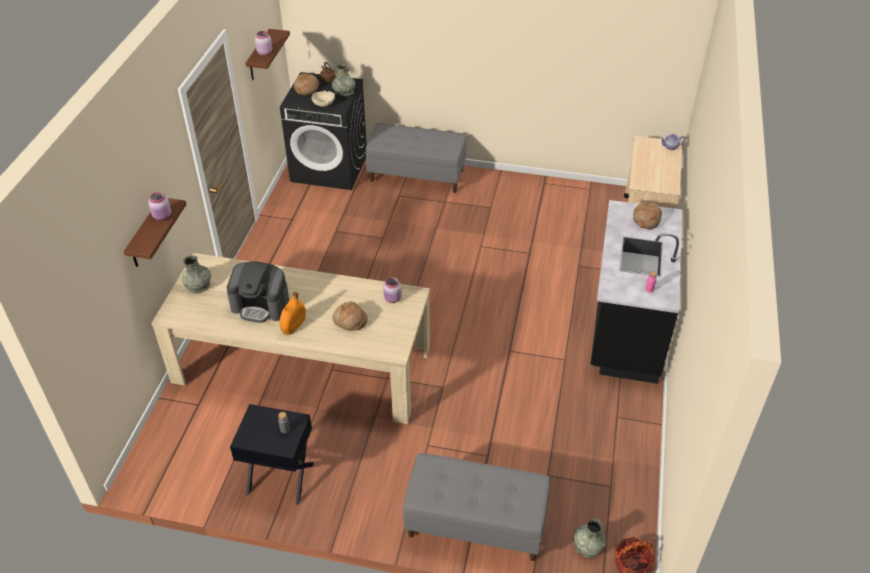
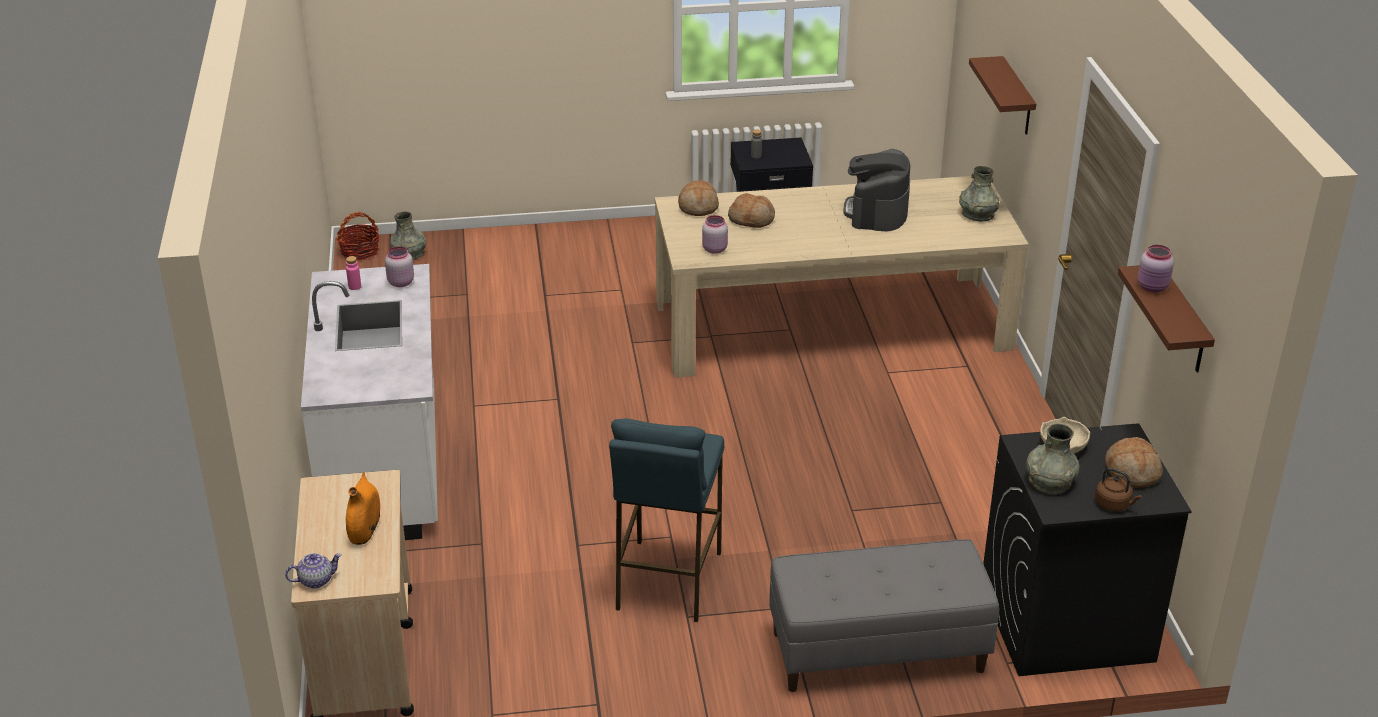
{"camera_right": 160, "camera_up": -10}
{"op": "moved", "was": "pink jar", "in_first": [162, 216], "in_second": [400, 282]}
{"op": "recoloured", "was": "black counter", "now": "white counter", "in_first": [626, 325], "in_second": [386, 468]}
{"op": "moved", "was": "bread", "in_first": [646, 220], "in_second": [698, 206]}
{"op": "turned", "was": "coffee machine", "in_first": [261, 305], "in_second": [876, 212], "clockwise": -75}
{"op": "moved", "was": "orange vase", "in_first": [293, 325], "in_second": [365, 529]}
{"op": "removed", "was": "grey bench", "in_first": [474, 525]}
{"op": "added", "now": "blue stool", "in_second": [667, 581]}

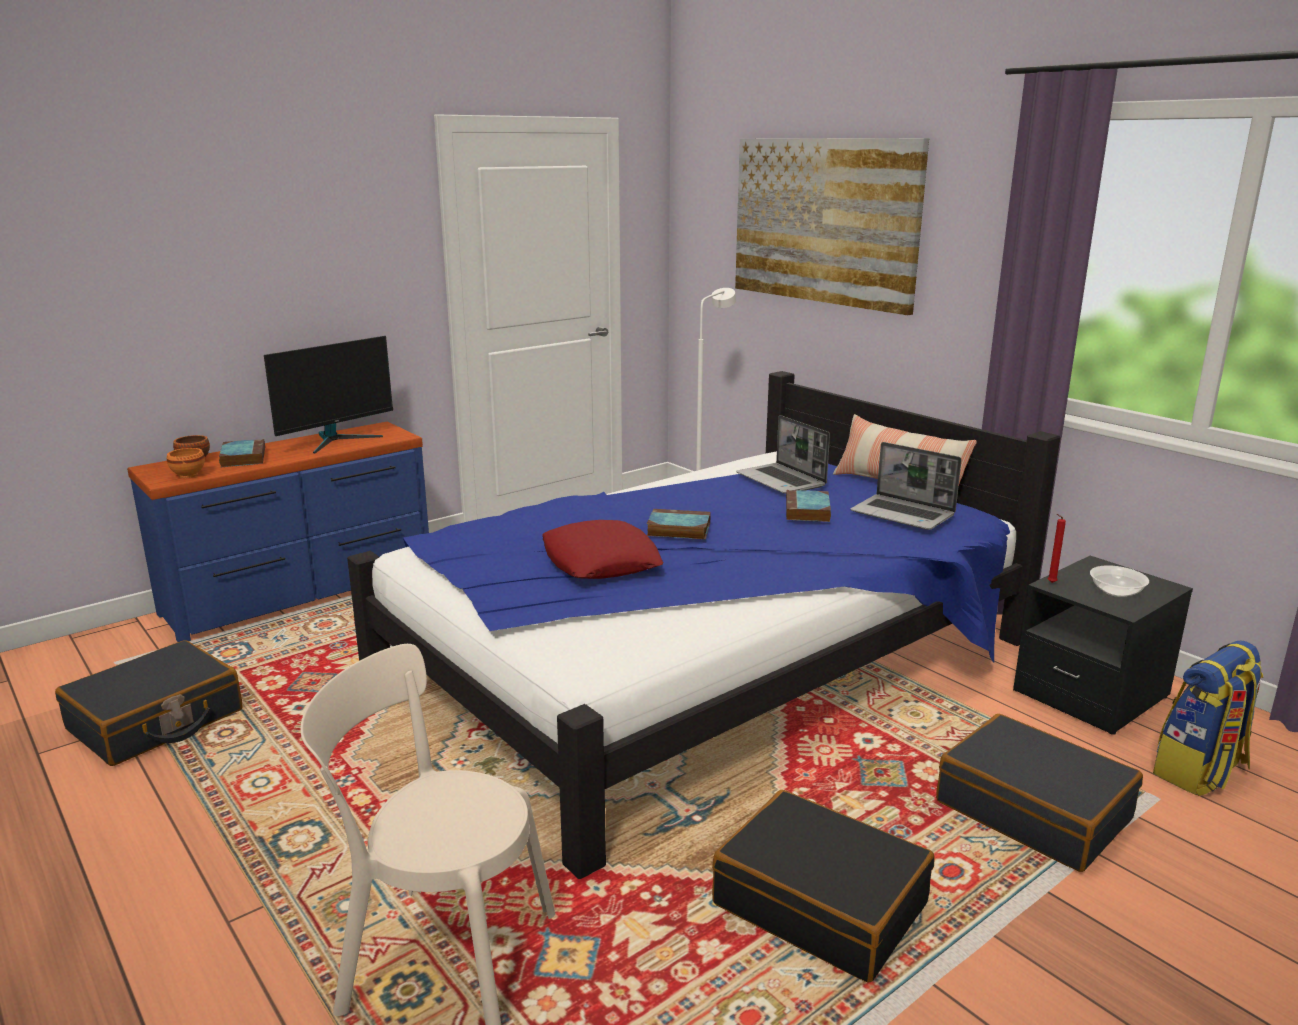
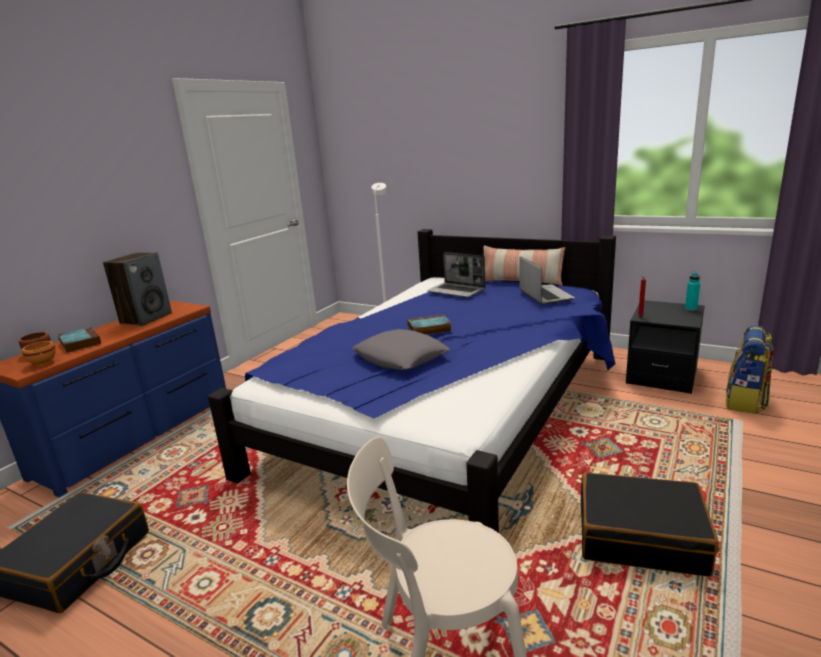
{"camera_right": -20, "camera_up": 0}
{"op": "removed", "was": "picture", "in_first": [824, 221]}
{"op": "replaced", "was": "monitor", "now": "speaker", "in_first": [337, 440], "in_second": [146, 318]}
{"op": "turned", "was": "laptop", "in_first": [904, 514], "in_second": [544, 295], "clockwise": -120}
{"op": "removed", "was": "book", "in_first": [808, 511]}
{"op": "recoloured", "was": "red pillow", "now": "grey pillow", "in_first": [601, 561], "in_second": [401, 357]}
{"op": "removed", "was": "bowl", "in_first": [1116, 592]}
{"op": "removed", "was": "black suitcase", "in_first": [1033, 810]}
{"op": "added", "now": "turquoise bottle", "in_second": [690, 309]}

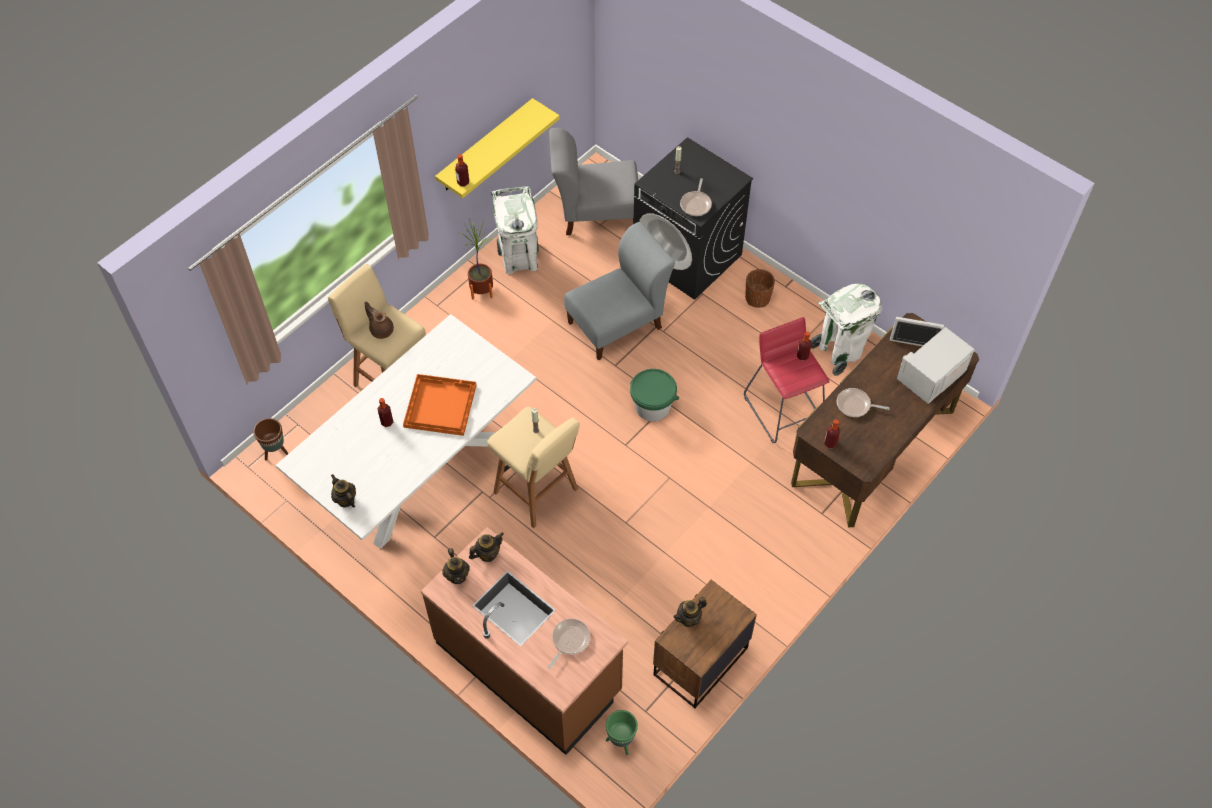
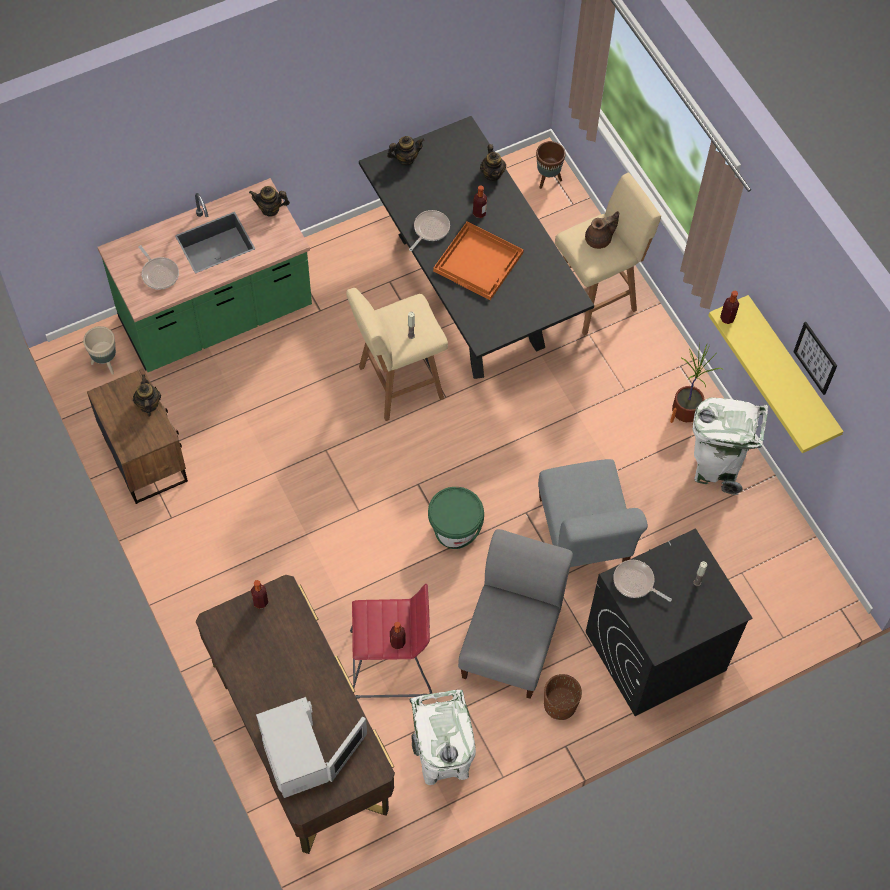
{"camera_right": 110, "camera_up": 5}
{"op": "moved", "was": "grey chair", "in_first": [595, 212], "in_second": [511, 640]}
{"op": "recoloured", "was": "white dining table", "now": "black dining table", "in_first": [420, 472], "in_second": [469, 290]}
{"op": "moved", "was": "frying pan", "in_first": [855, 405], "in_second": [430, 229]}
{"op": "recoloured", "was": "brown counter", "now": "green counter", "in_first": [529, 666], "in_second": [216, 316]}
{"op": "moved", "was": "teapot", "in_first": [487, 554], "in_second": [492, 174]}
{"op": "recoloured", "was": "green planter", "now": "beige planter", "in_first": [621, 741], "in_second": [105, 363]}
{"op": "added", "now": "picture", "in_second": [815, 358]}

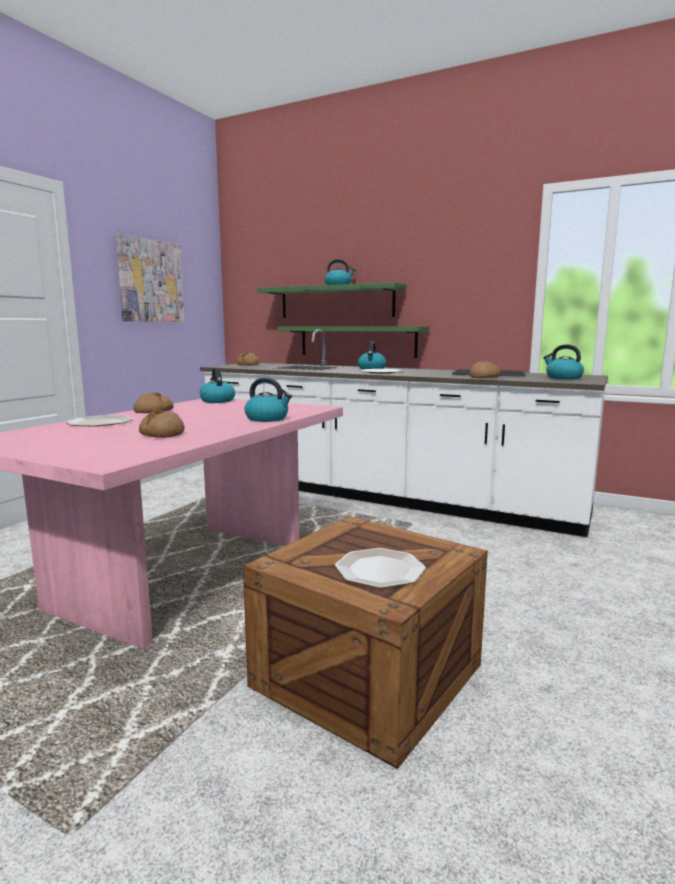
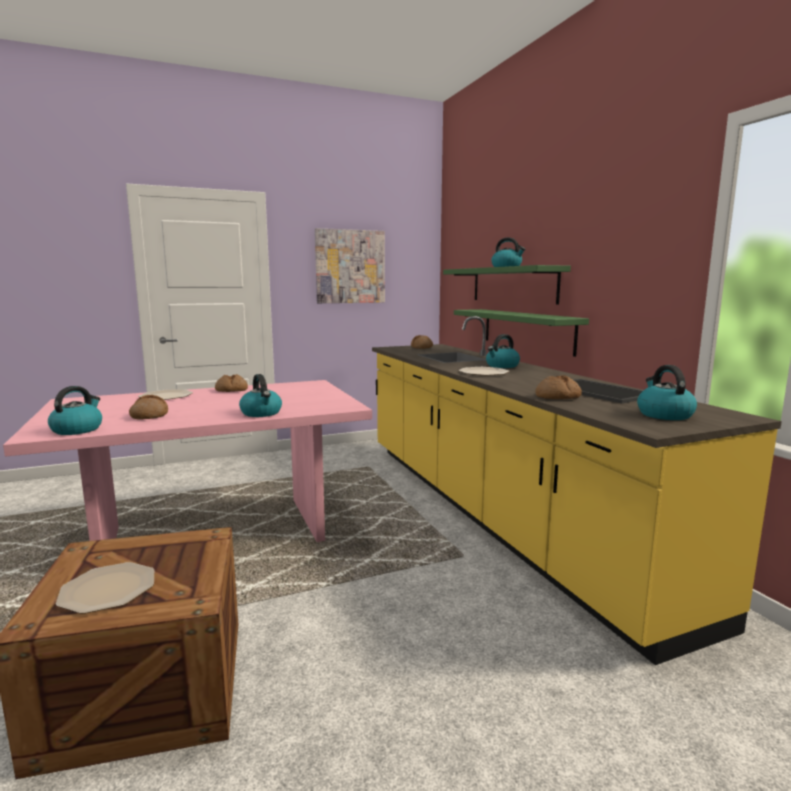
{"camera_right": 40, "camera_up": 0}
{"op": "recoloured", "was": "white counter", "now": "yellow counter", "in_first": [382, 495], "in_second": [496, 513]}
{"op": "moved", "was": "kettle", "in_first": [217, 401], "in_second": [77, 429]}

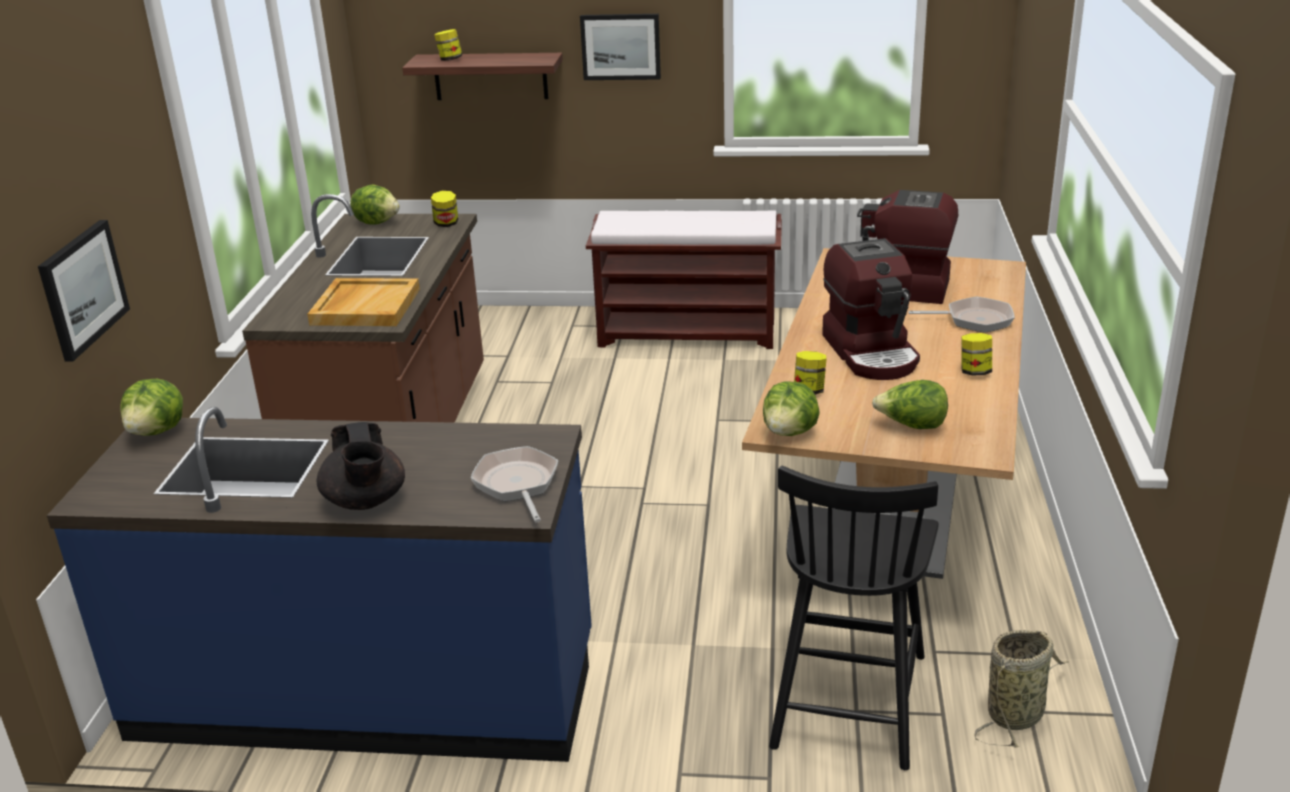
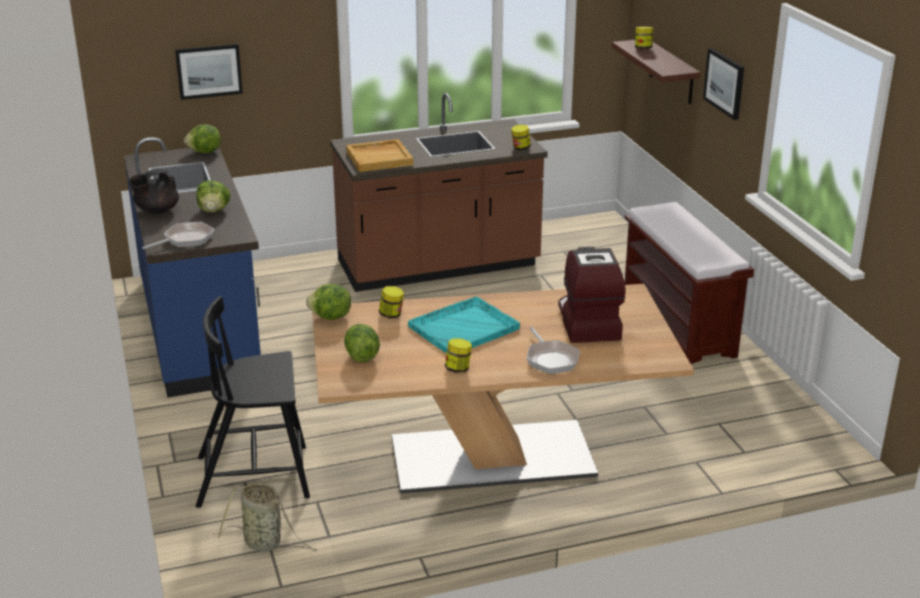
{"camera_right": 65, "camera_up": 0}
{"op": "moved", "was": "lettuce", "in_first": [377, 222], "in_second": [214, 210]}
{"op": "replaced", "was": "coffee machine", "now": "turquoise tray", "in_first": [872, 352], "in_second": [465, 327]}

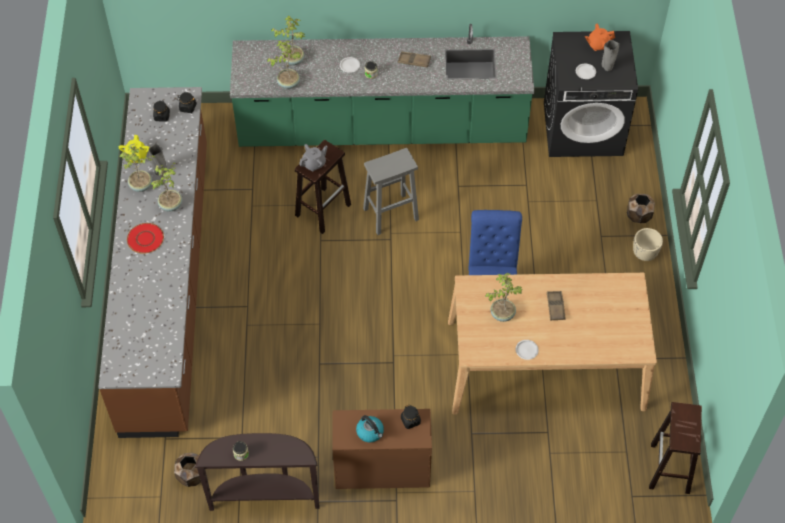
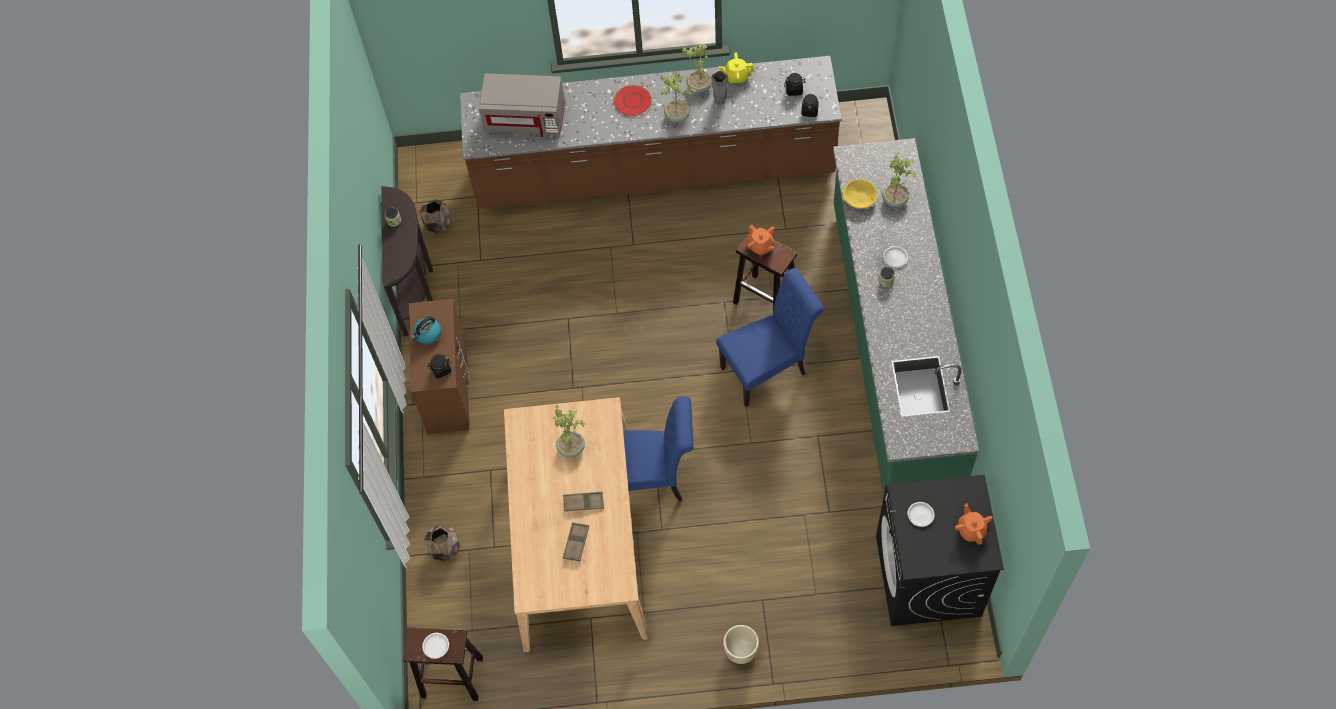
{"camera_right": 90, "camera_up": 5}
{"op": "removed", "was": "grey vase", "in_first": [607, 67]}
{"op": "replaced", "was": "potted plant", "now": "yellow bowl", "in_first": [288, 83], "in_second": [859, 199]}
{"op": "moved", "was": "brown tray", "in_first": [414, 61], "in_second": [576, 543]}
{"op": "recoloured", "was": "grey teapot", "now": "orange teapot", "in_first": [314, 164], "in_second": [760, 246]}
{"op": "replaced", "was": "grey stool", "now": "blue chair", "in_first": [391, 214], "in_second": [768, 369]}
{"op": "moved", "was": "brown planter", "in_first": [638, 216], "in_second": [444, 548]}
{"op": "moved", "was": "white plate", "in_first": [527, 350], "in_second": [436, 646]}
{"op": "added", "now": "grey microwave", "in_second": [525, 118]}

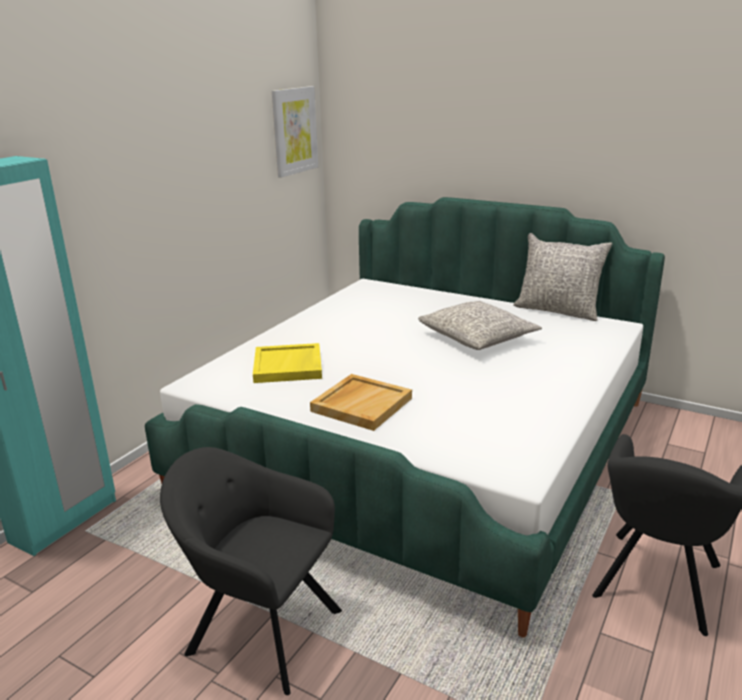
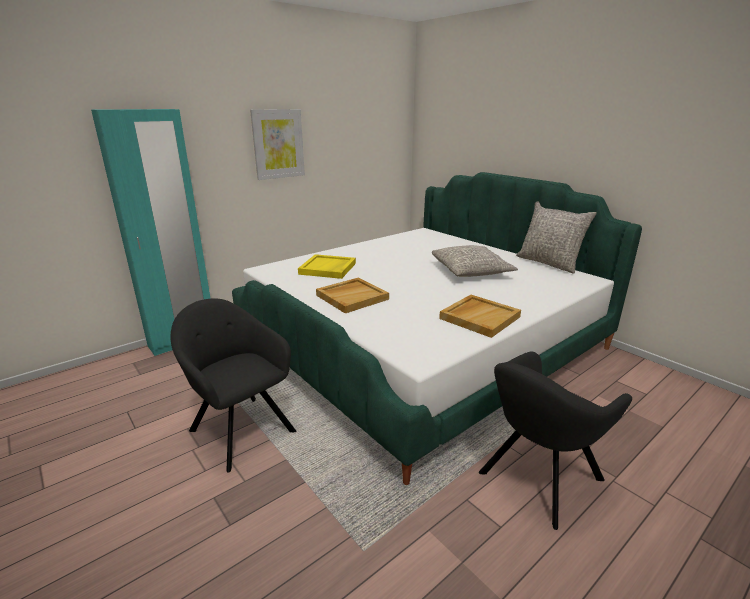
{"camera_right": 20, "camera_up": 0}
{"op": "moved", "was": "picture", "in_first": [294, 131], "in_second": [278, 144]}
{"op": "added", "now": "beige tray", "in_second": [479, 317]}

